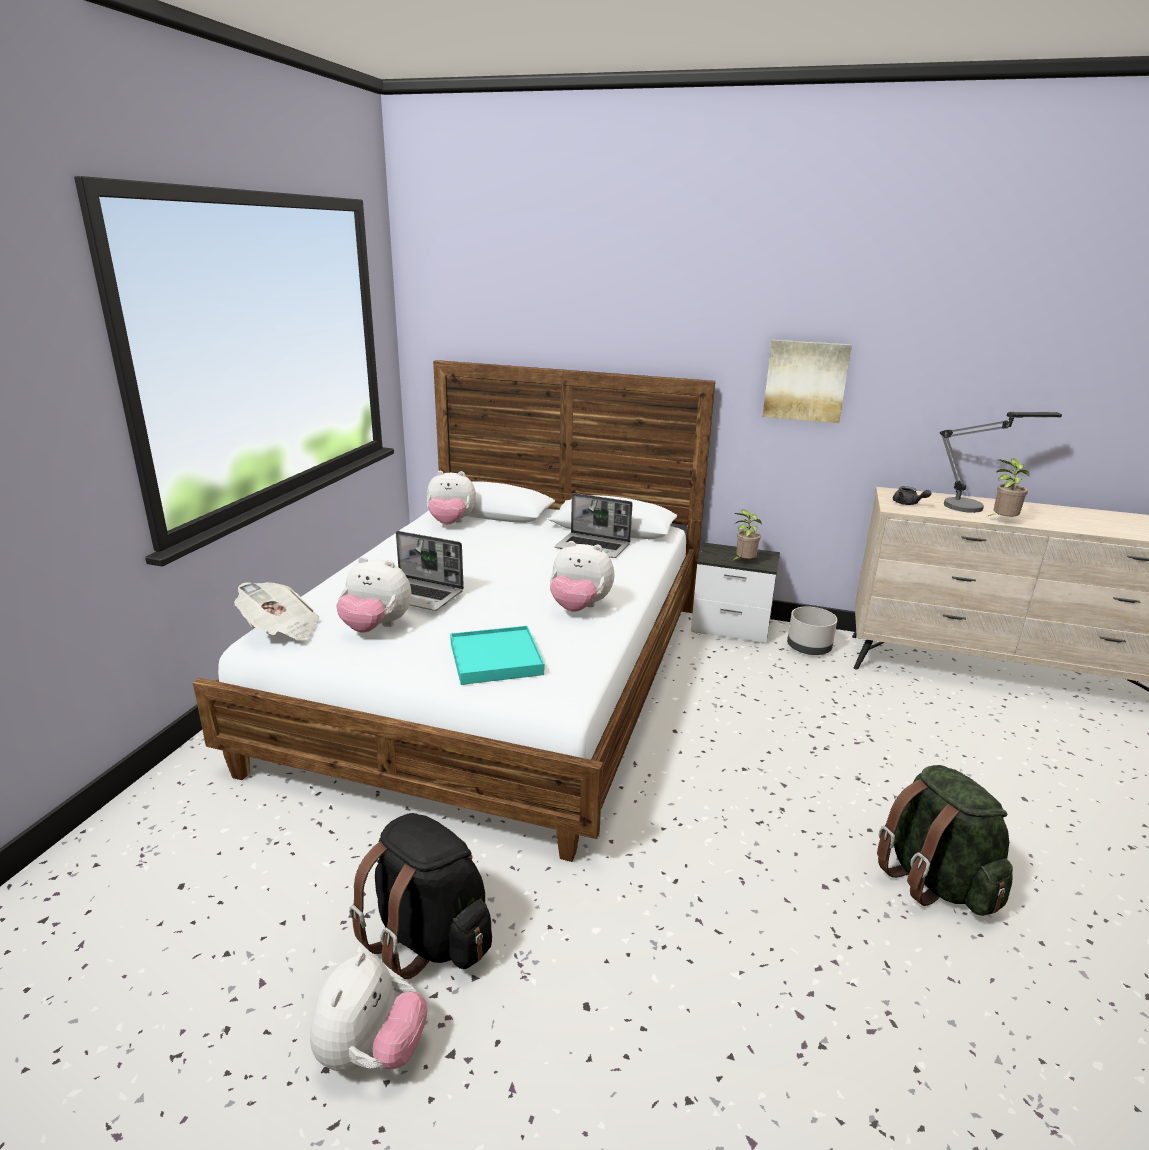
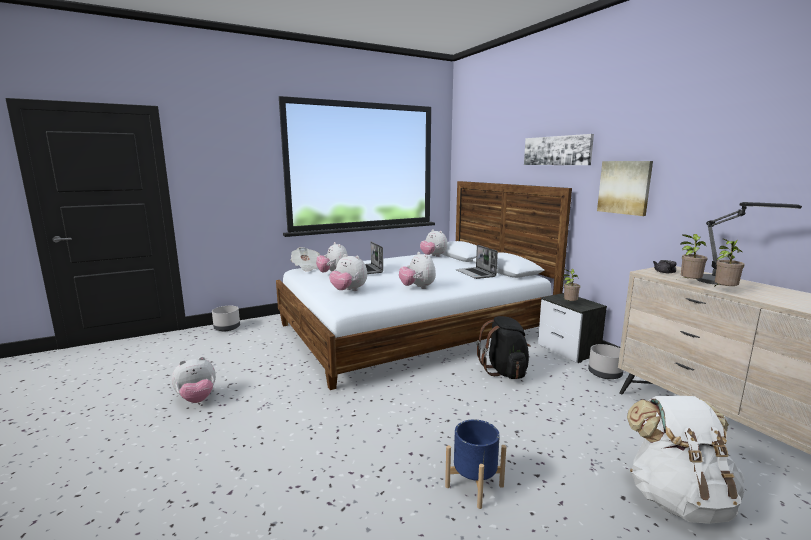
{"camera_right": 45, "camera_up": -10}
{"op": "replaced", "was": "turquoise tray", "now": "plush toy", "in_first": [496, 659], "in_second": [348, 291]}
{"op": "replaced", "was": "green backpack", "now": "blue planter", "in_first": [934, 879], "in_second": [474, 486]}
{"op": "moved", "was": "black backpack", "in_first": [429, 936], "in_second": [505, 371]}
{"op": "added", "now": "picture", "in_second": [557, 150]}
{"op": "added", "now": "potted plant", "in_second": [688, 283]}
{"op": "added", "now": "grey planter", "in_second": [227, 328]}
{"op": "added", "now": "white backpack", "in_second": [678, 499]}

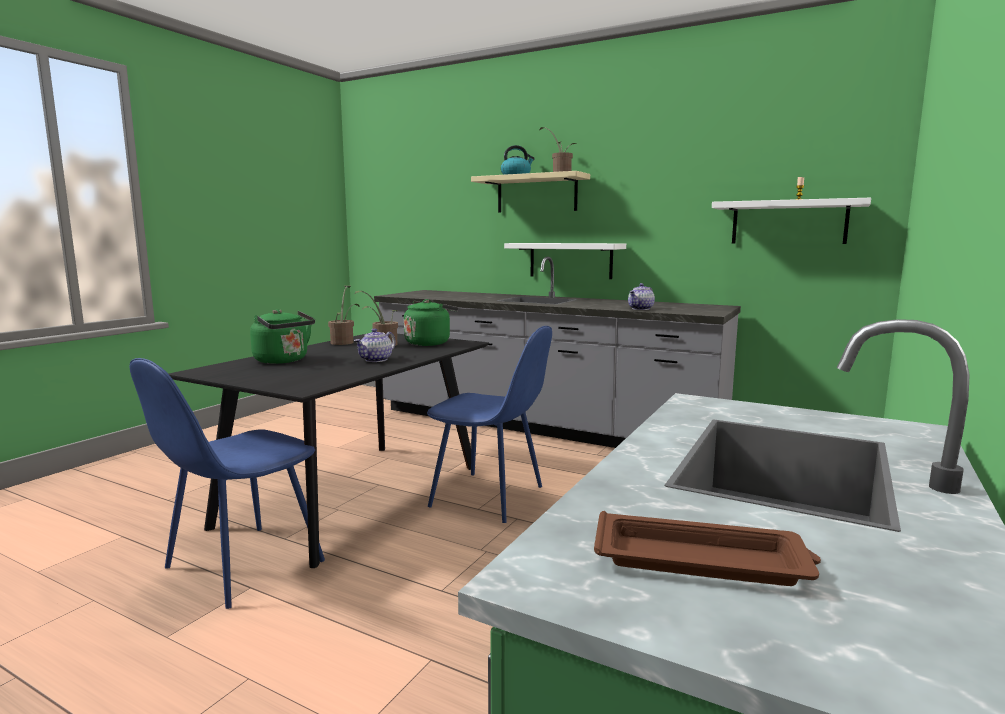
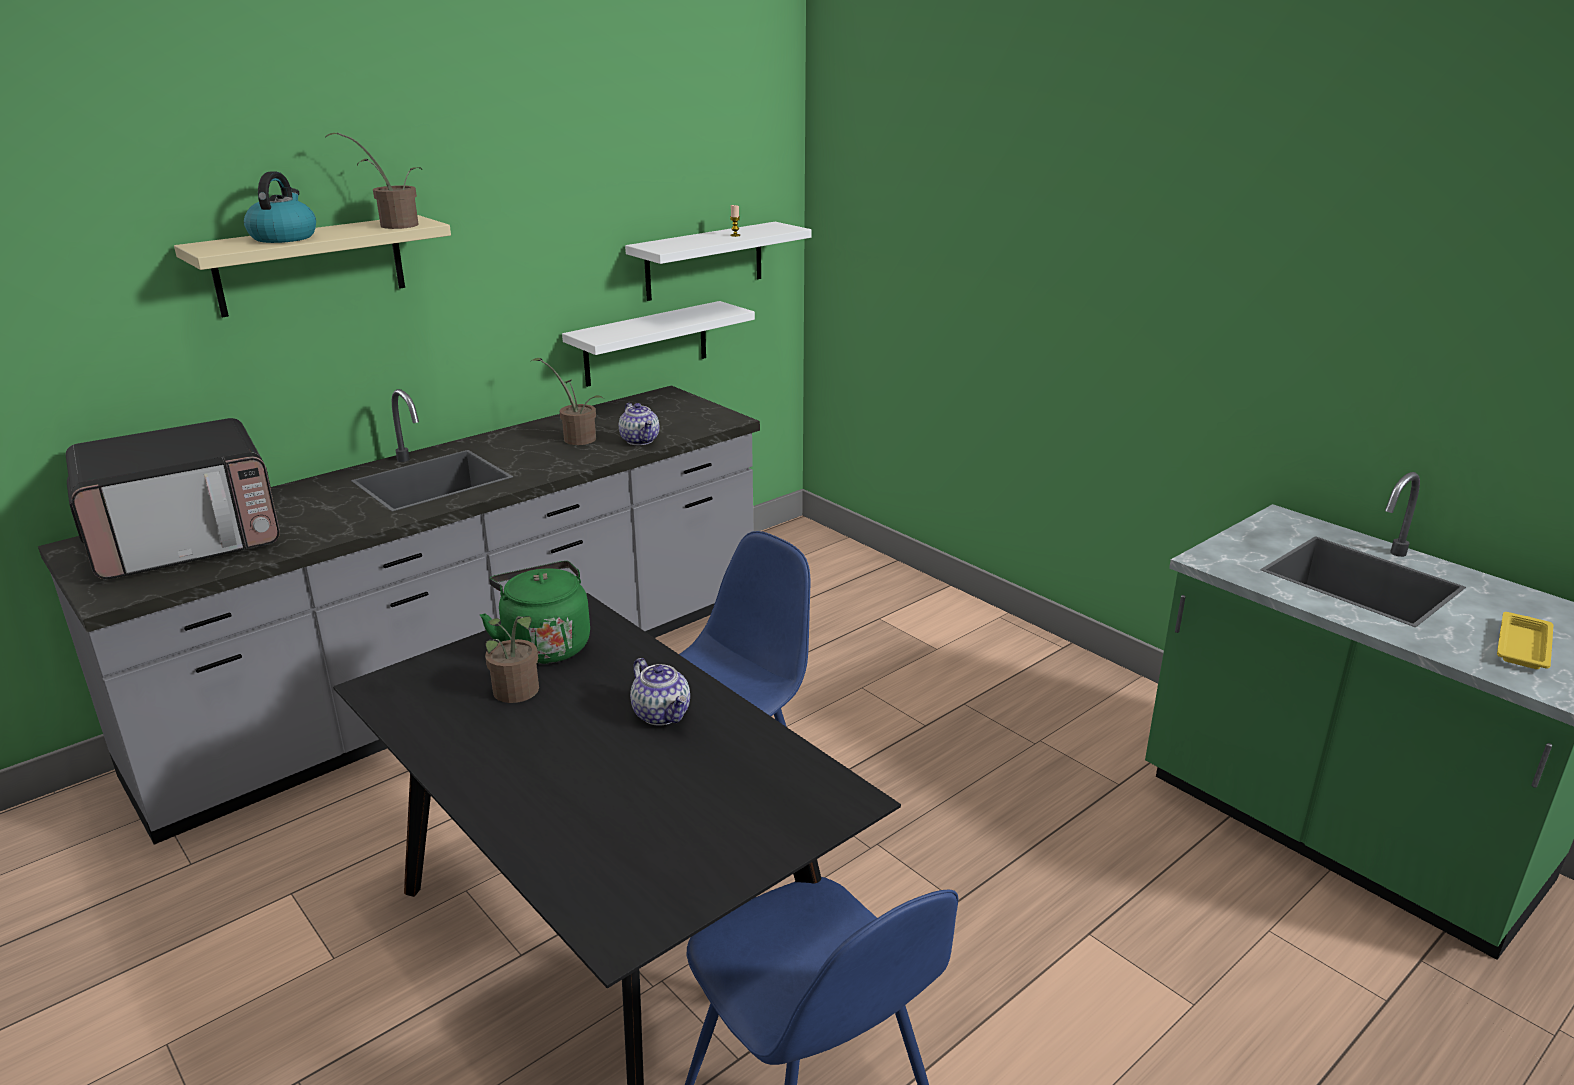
{"camera_right": -70, "camera_up": 15}
{"op": "moved", "was": "white shelf", "in_first": [570, 260], "in_second": [646, 344]}
{"op": "moved", "was": "potted plant", "in_first": [344, 342], "in_second": [576, 438]}
{"op": "removed", "was": "green kettle", "in_first": [283, 361]}
{"op": "recoloured", "was": "brown tray", "now": "yellow tray", "in_first": [703, 561], "in_second": [1523, 646]}
{"op": "added", "now": "microwave", "in_second": [187, 540]}

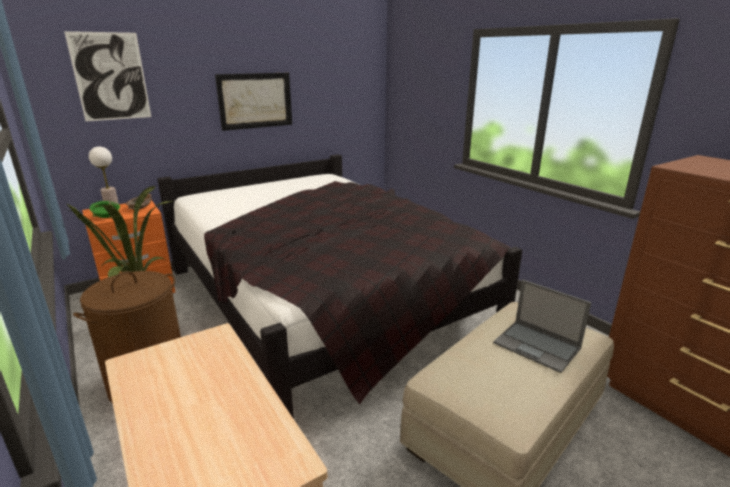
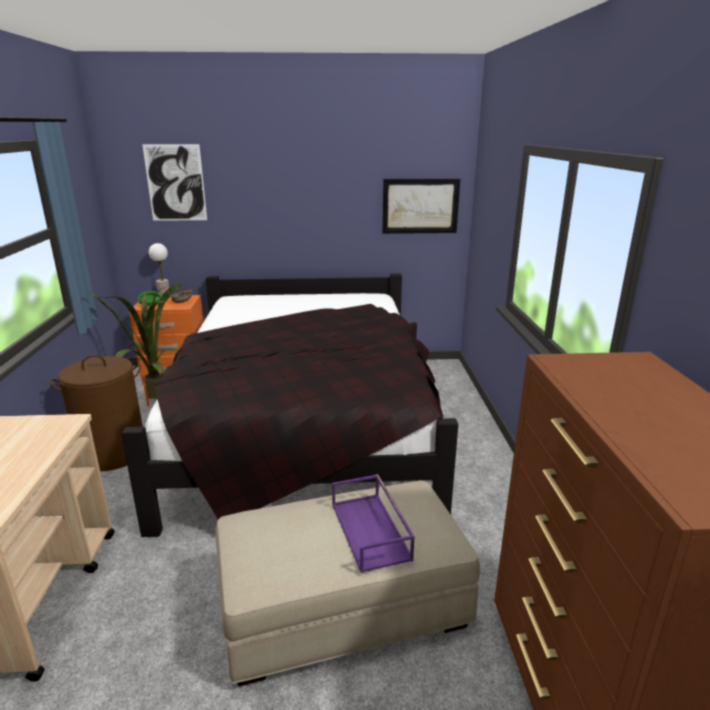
{"camera_right": 30, "camera_up": 0}
{"op": "moved", "was": "picture", "in_first": [255, 100], "in_second": [420, 206]}
{"op": "replaced", "was": "laptop", "now": "purple tray", "in_first": [537, 346], "in_second": [371, 531]}

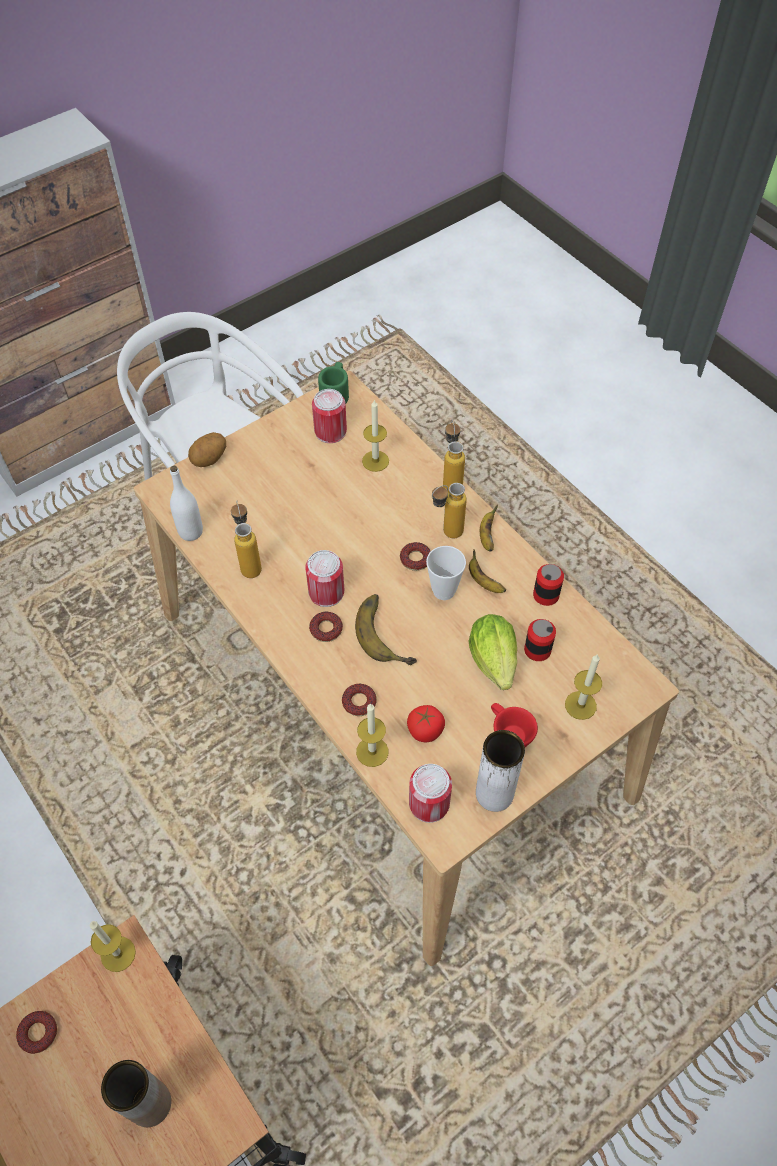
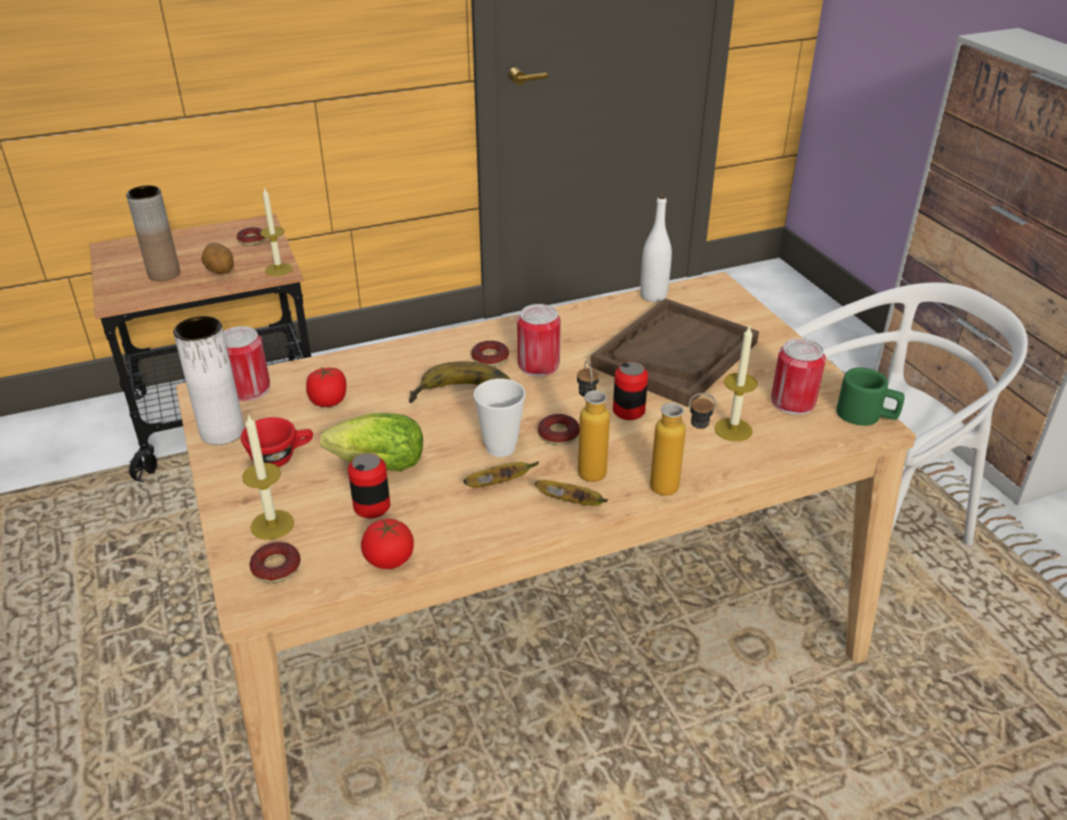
{"camera_right": 105, "camera_up": -20}
{"op": "moved", "was": "potato", "in_first": [209, 459], "in_second": [220, 272]}
{"op": "removed", "was": "bottle", "in_first": [249, 563]}
{"op": "moved", "was": "can", "in_first": [546, 595], "in_second": [628, 411]}
{"op": "moved", "was": "donut", "in_first": [359, 702], "in_second": [276, 567]}
{"op": "removed", "was": "candle", "in_first": [372, 751]}
{"op": "added", "now": "brown tray", "in_second": [675, 354]}
{"op": "added", "now": "tomato", "in_second": [389, 559]}

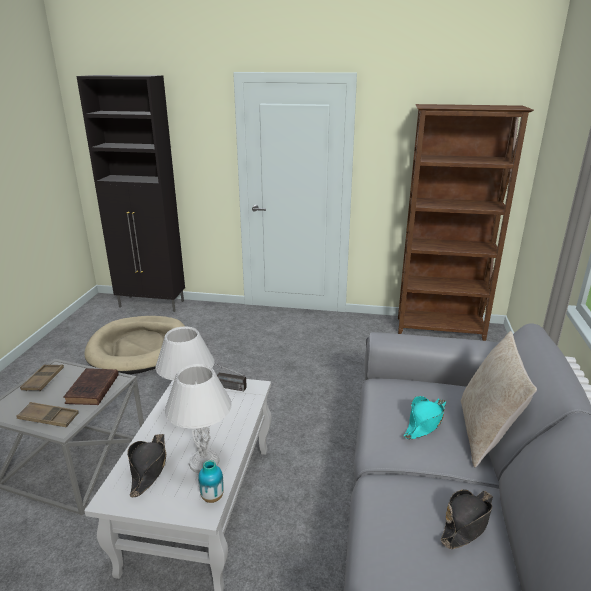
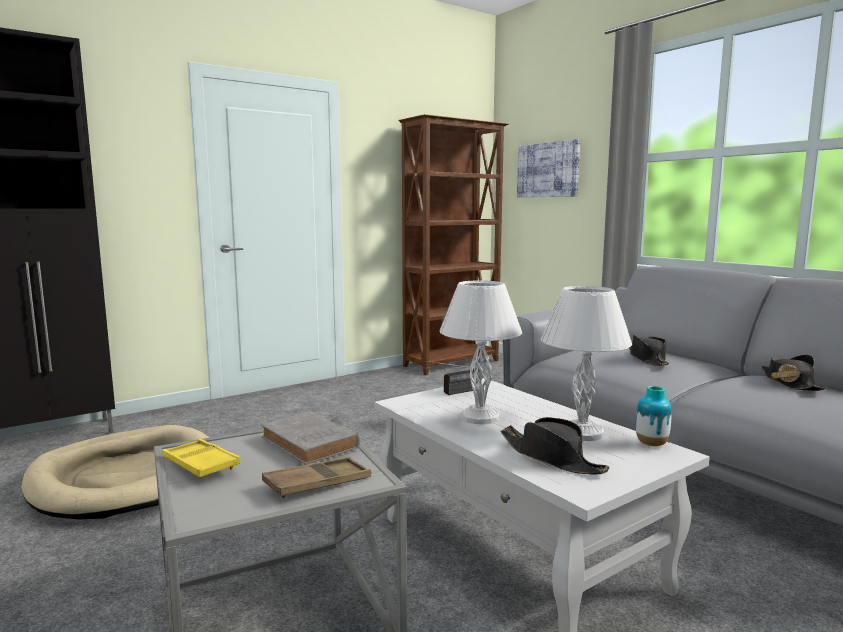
{"camera_right": -45, "camera_up": -15}
{"op": "removed", "was": "beige pillow", "in_first": [485, 433]}
{"op": "recoloured", "was": "brown tray", "now": "yellow tray", "in_first": [43, 380], "in_second": [200, 464]}
{"op": "recoloured", "was": "brown book", "now": "grey book", "in_first": [92, 390], "in_second": [311, 443]}
{"op": "recoloured", "was": "turquoise hat", "now": "black hat", "in_first": [424, 423], "in_second": [647, 359]}
{"op": "added", "now": "picture", "in_second": [548, 170]}

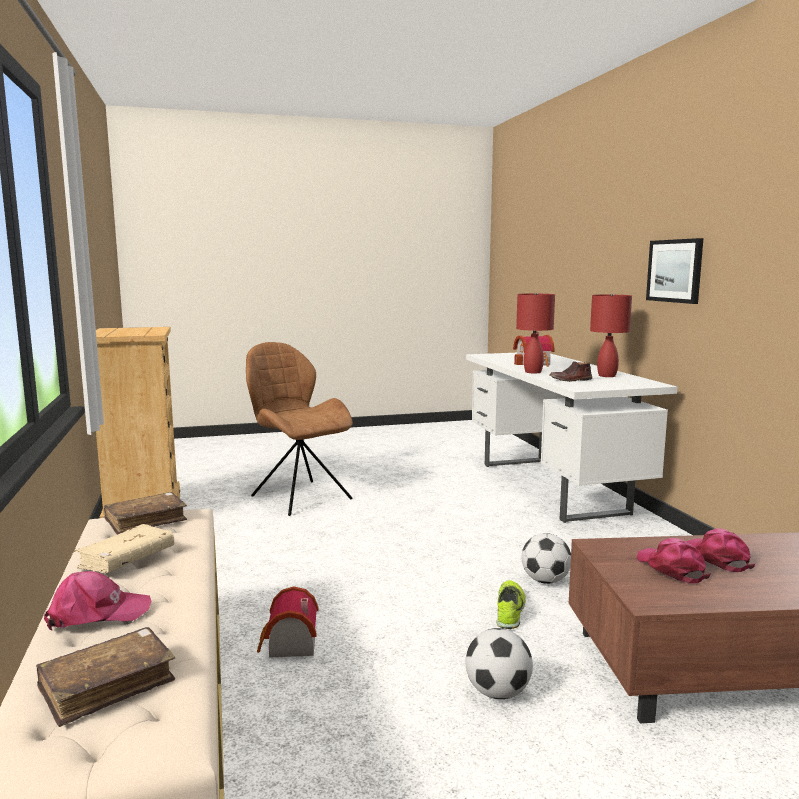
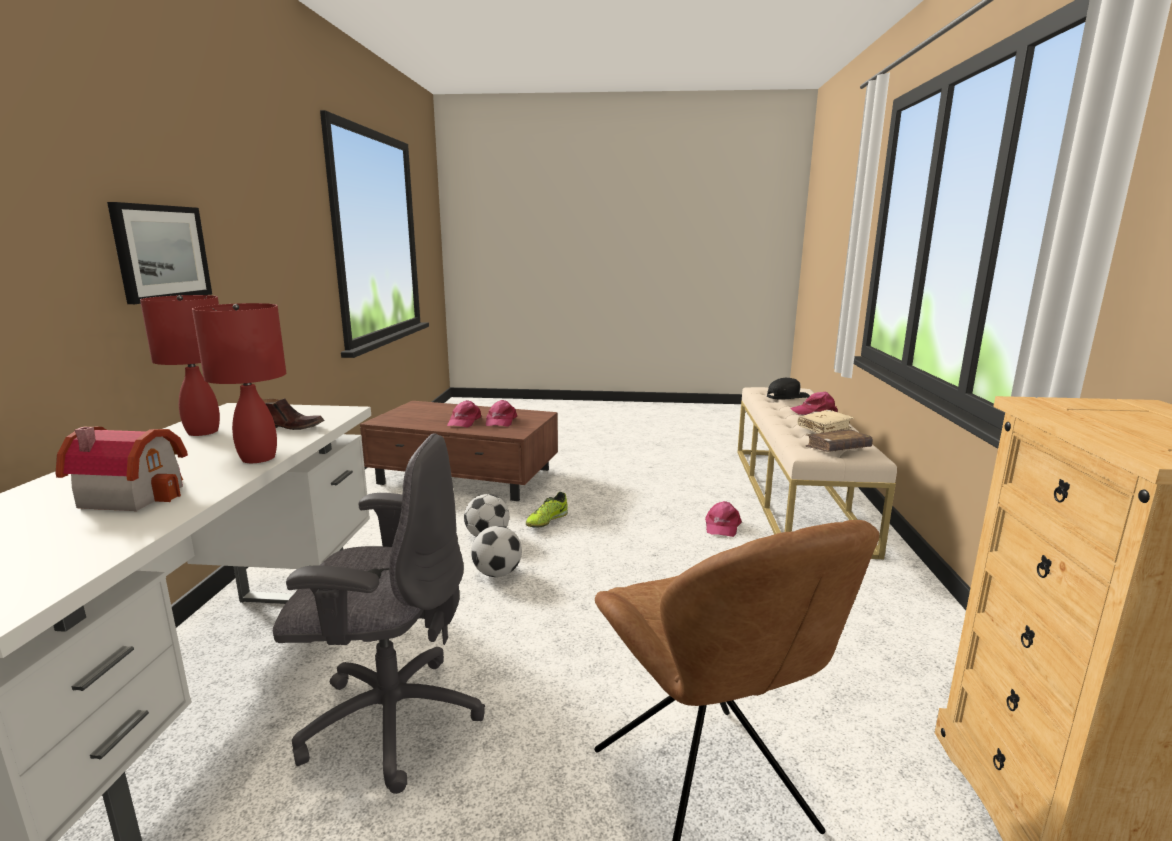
{"camera_right": -160, "camera_up": 5}
{"op": "replaced", "was": "toy house", "now": "pink cap", "in_first": [288, 645], "in_second": [722, 526]}
{"op": "replaced", "was": "brown book", "now": "black cap", "in_first": [107, 686], "in_second": [787, 396]}
{"op": "moved", "was": "football", "in_first": [497, 693], "in_second": [497, 573]}
{"op": "added", "now": "grey office chair", "in_second": [390, 719]}

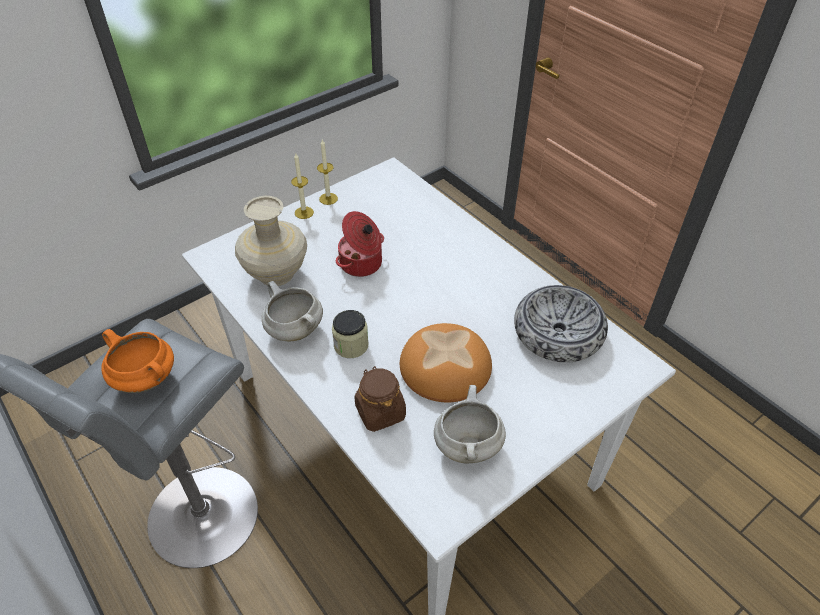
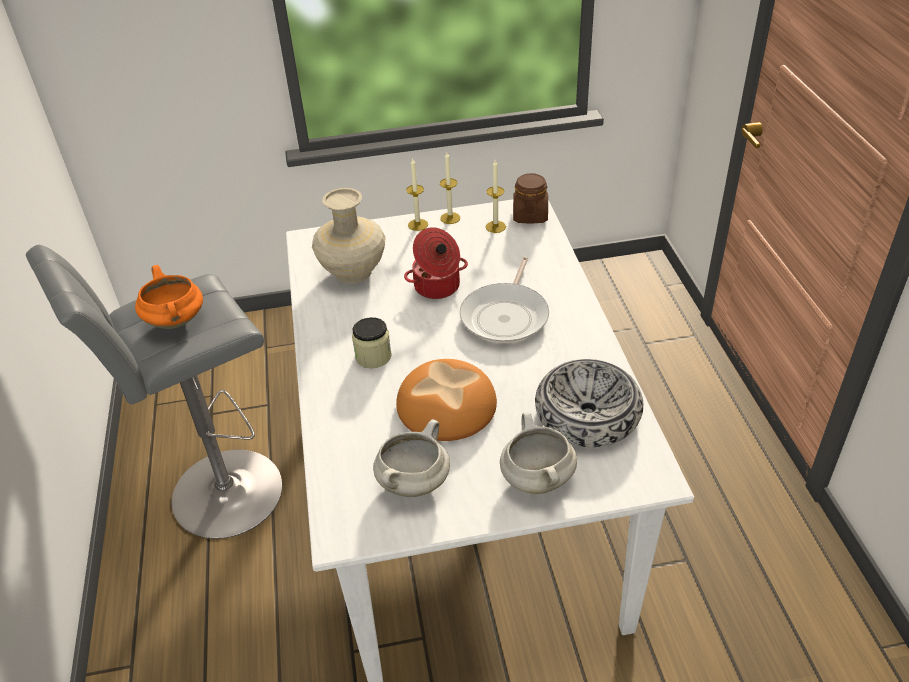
{"camera_right": 30, "camera_up": -5}
{"op": "moved", "was": "white cooking pot", "in_first": [293, 330], "in_second": [536, 478]}
{"op": "moved", "was": "brown jar", "in_first": [380, 412], "in_second": [530, 215]}
{"op": "added", "now": "candle", "in_second": [495, 227]}
{"op": "added", "now": "frying pan", "in_second": [506, 315]}

